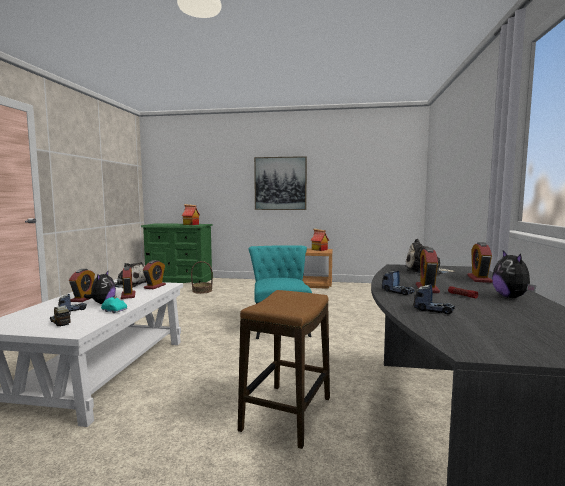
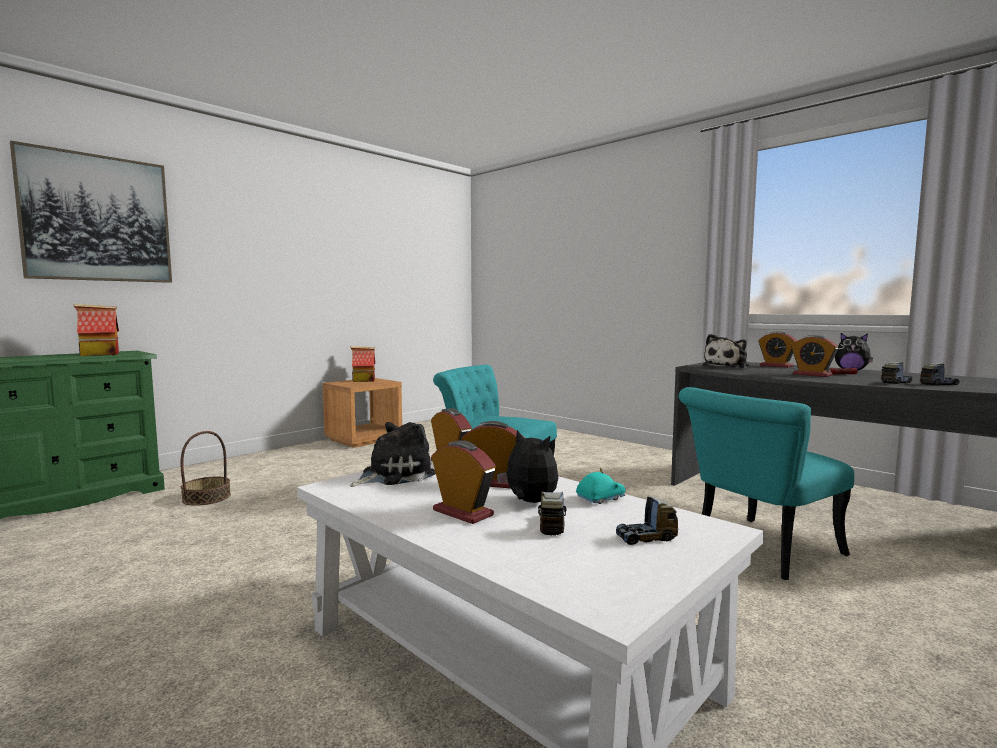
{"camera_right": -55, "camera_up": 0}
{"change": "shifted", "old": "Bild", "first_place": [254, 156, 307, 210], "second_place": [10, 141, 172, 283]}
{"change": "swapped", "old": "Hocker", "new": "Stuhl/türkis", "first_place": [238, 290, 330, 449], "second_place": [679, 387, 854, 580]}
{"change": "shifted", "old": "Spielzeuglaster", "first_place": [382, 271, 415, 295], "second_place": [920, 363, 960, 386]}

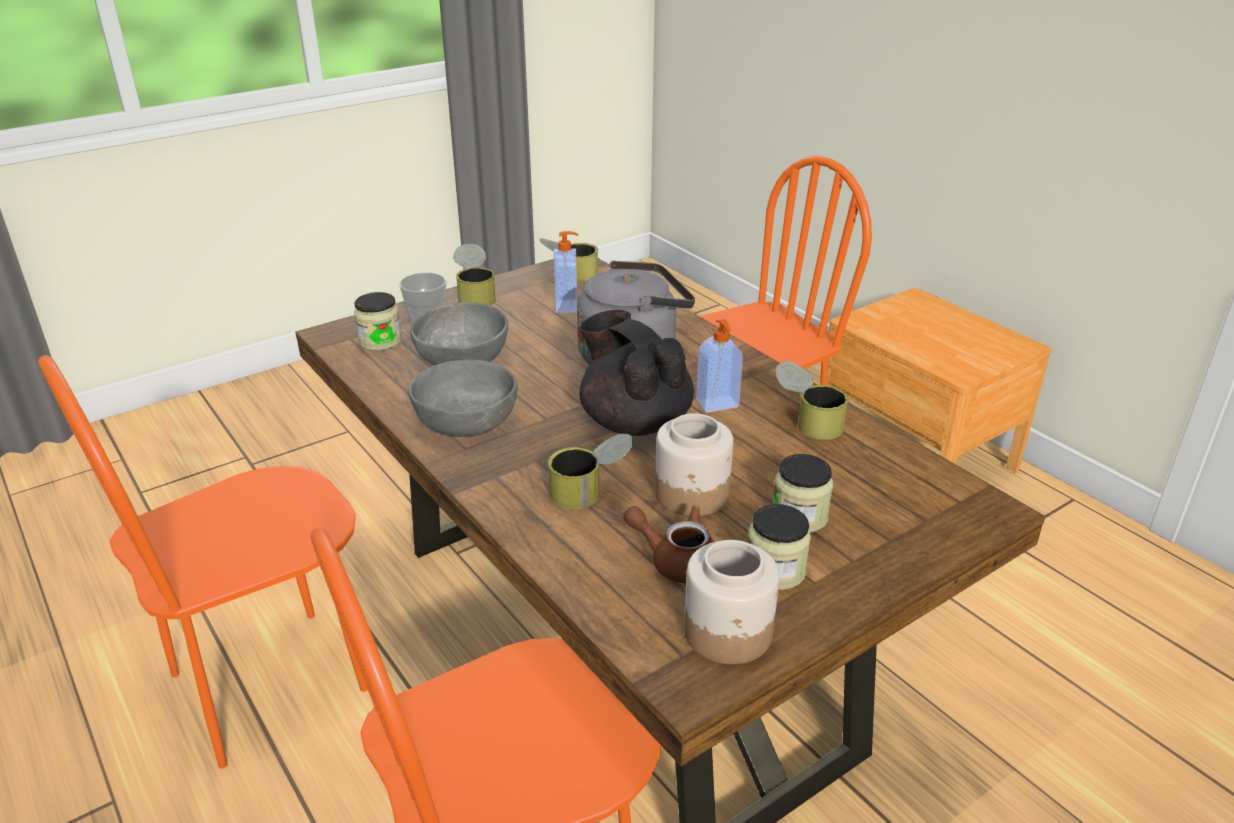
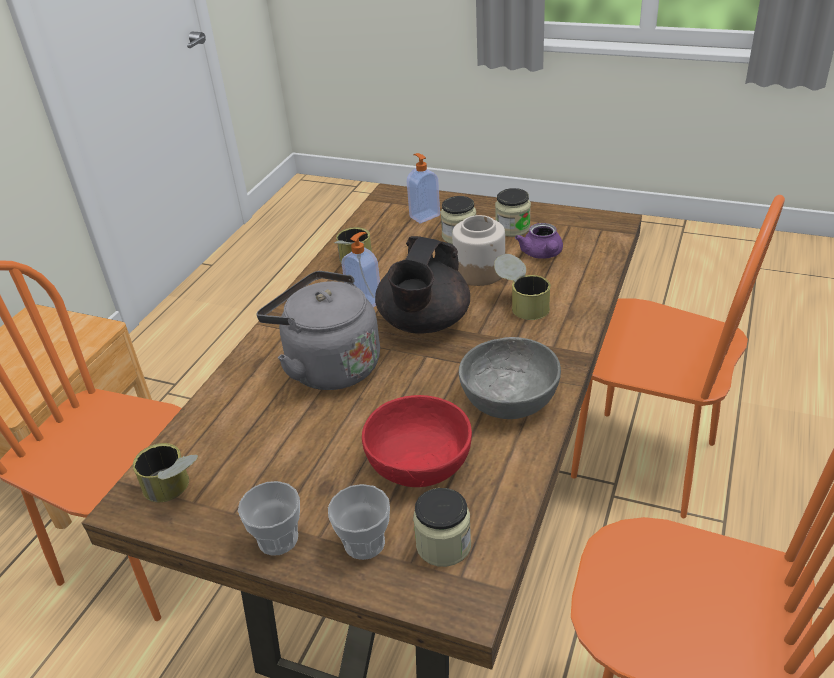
{"camera_right": -120, "camera_up": 5}
{"change": "swapped", "old": "Dose", "new": "Tasse", "first_place": [453, 244, 496, 306], "second_place": [238, 481, 300, 555]}
{"change": "repainted", "old": "Schüssel/grau", "new": "Schüssel/rot", "first_place": [410, 302, 508, 366], "second_place": [362, 395, 472, 487]}
{"change": "shifted", "old": "Seifenspender", "first_place": [554, 231, 578, 313], "second_place": [407, 153, 440, 224]}
{"change": "repainted", "old": "Teekanne/braun", "new": "Teekanne/lila", "first_place": [623, 506, 714, 583], "second_place": [515, 223, 563, 259]}
{"change": "gone", "old": "Vorratsglas", "first_place": [684, 540, 779, 664]}

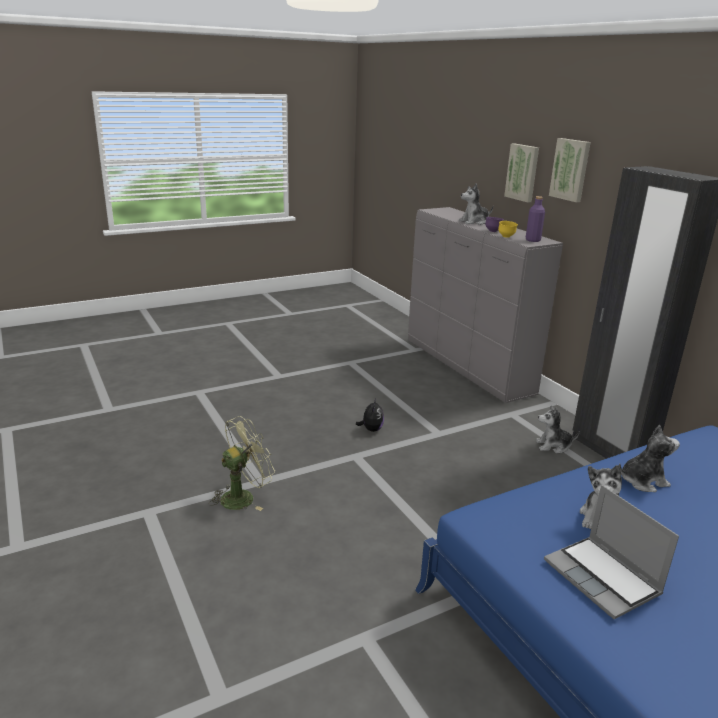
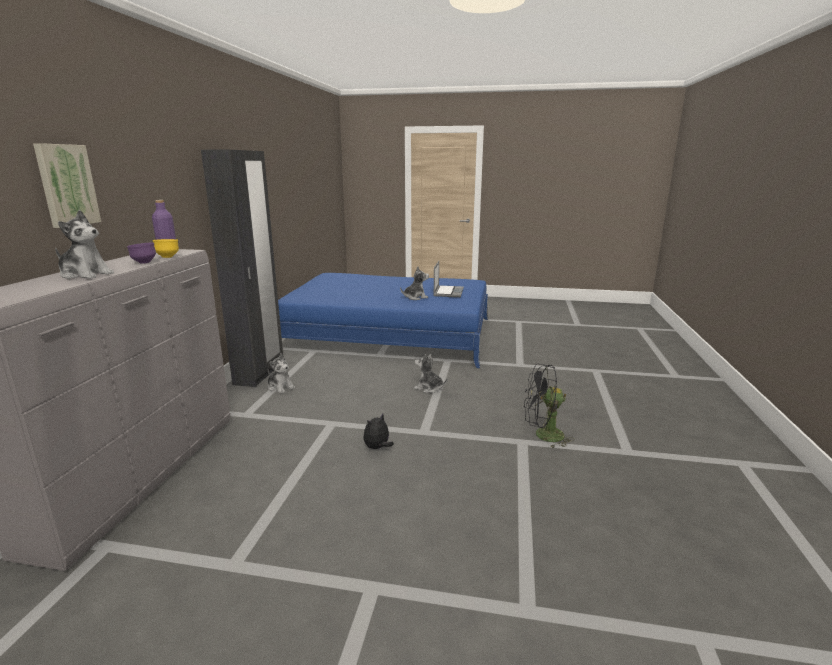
{"camera_right": -140, "camera_up": -5}
{"change": "shifted", "old": "Plüschtier", "first_place": [619, 425, 680, 492], "second_place": [414, 354, 448, 393]}
{"change": "repainted", "old": "Ventilator/grün", "new": "Ventilator/schwarz", "first_place": [209, 416, 275, 511], "second_place": [524, 364, 575, 448]}
{"change": "gone", "old": "Bild", "first_place": [549, 138, 591, 202]}

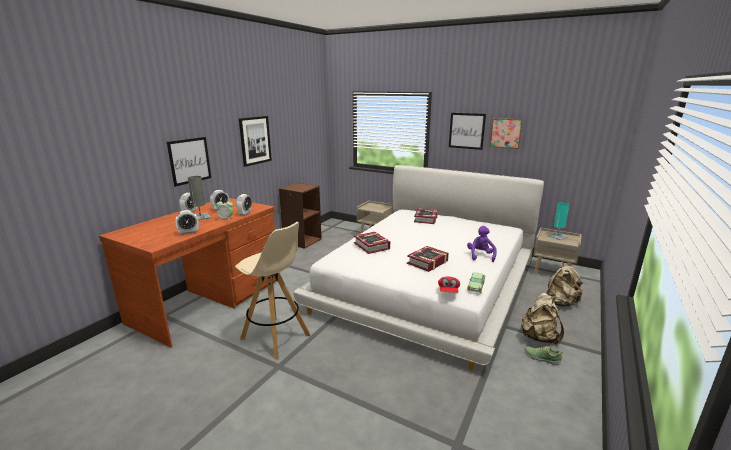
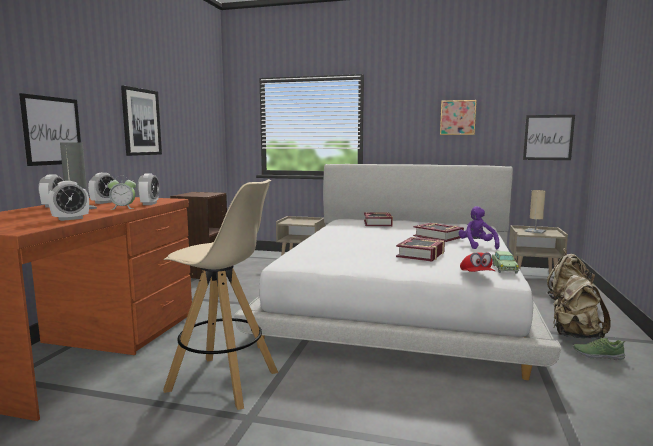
{"camera_right": -15, "camera_up": -10}
{"change": "shifted", "old": "Buch", "first_place": [354, 232, 390, 254], "second_place": [413, 223, 464, 242]}
{"change": "shifted", "old": "Bild", "first_place": [449, 113, 486, 150], "second_place": [523, 115, 575, 160]}
{"change": "repainted", "old": "Tischlampe/türkis", "new": "Tischlampe/beige", "first_place": [548, 203, 570, 240], "second_place": [524, 190, 546, 234]}

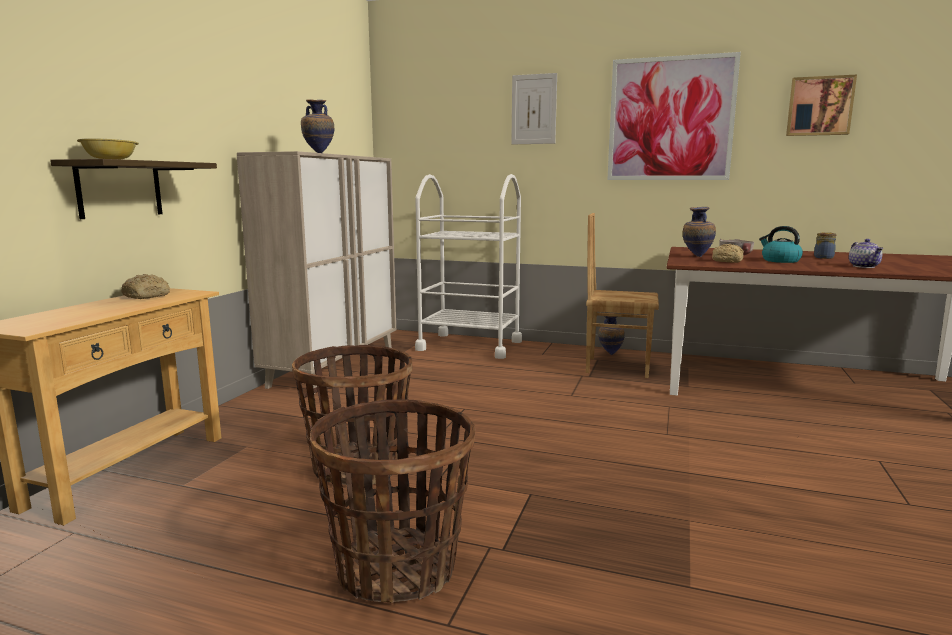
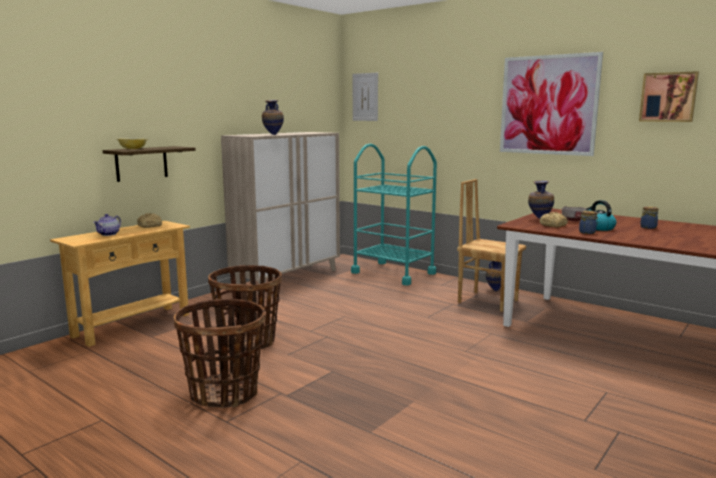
{"camera_right": 20, "camera_up": 0}
{"change": "shifted", "old": "Teekanne", "first_place": [849, 239, 883, 268], "second_place": [93, 214, 121, 236]}
{"change": "repainted", "old": "Rollwagen/weiß", "new": "Rollwagen/türkis", "first_place": [415, 174, 522, 359], "second_place": [351, 144, 437, 285]}
{"change": "shifted", "old": "Bild", "first_place": [511, 73, 557, 144], "second_place": [353, 73, 378, 121]}
{"change": "new", "new": "Vorratsglas", "second_place": [579, 211, 598, 234]}

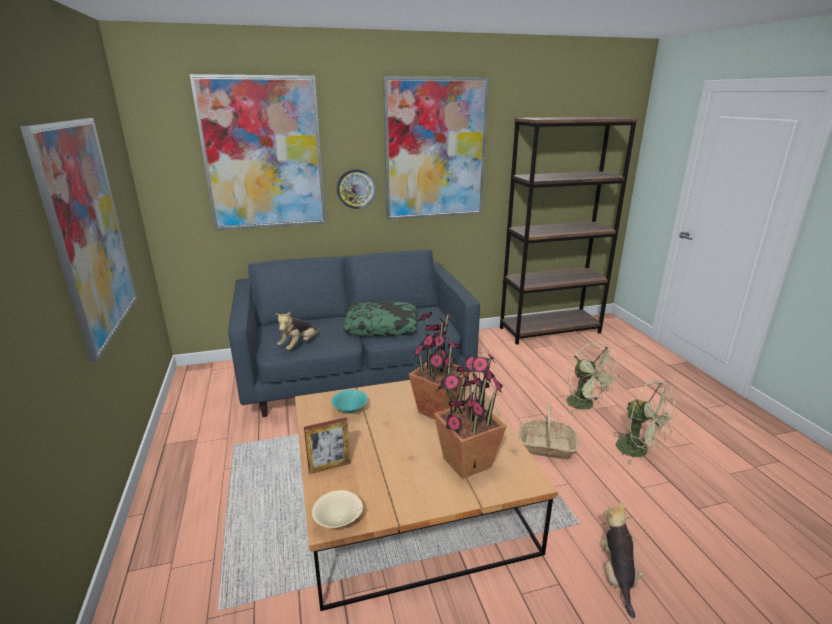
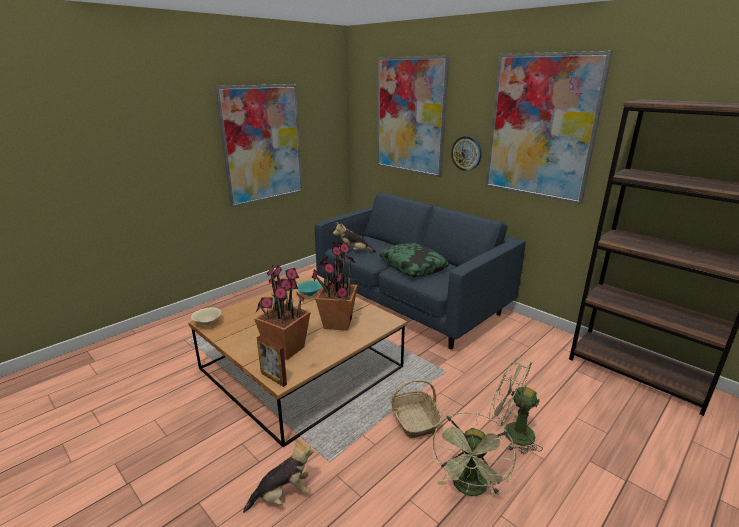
{"camera_right": 60, "camera_up": 0}
{"change": "shifted", "old": "Bilderrahmen", "first_place": [304, 418, 351, 474], "second_place": [257, 335, 287, 387]}
{"change": "rotated", "old": "Ventilator/grün", "first_place": [567, 343, 621, 414], "second_place": [489, 357, 543, 455], "degrees": 90}

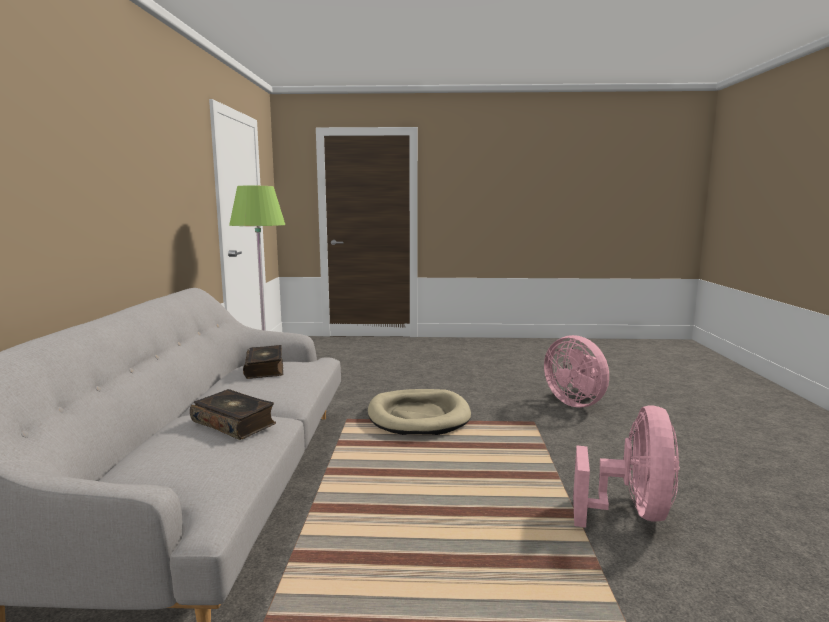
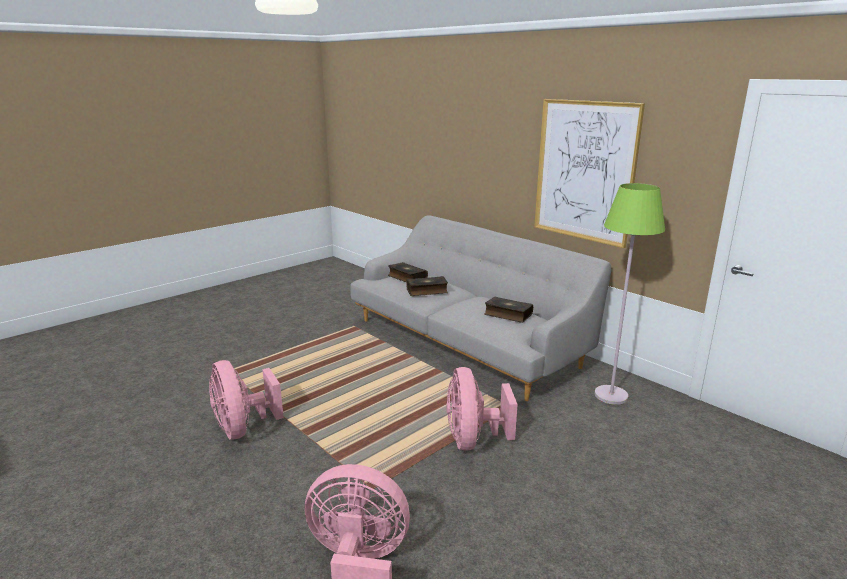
{"camera_right": 135, "camera_up": 10}
{"change": "new", "new": "Buch", "second_place": [388, 262, 428, 282]}
{"change": "swapped", "old": "Hundebett/beige", "new": "Ventilator/rosa", "first_place": [368, 389, 471, 435], "second_place": [446, 367, 518, 451]}
{"change": "new", "new": "Bild", "second_place": [534, 99, 645, 248]}

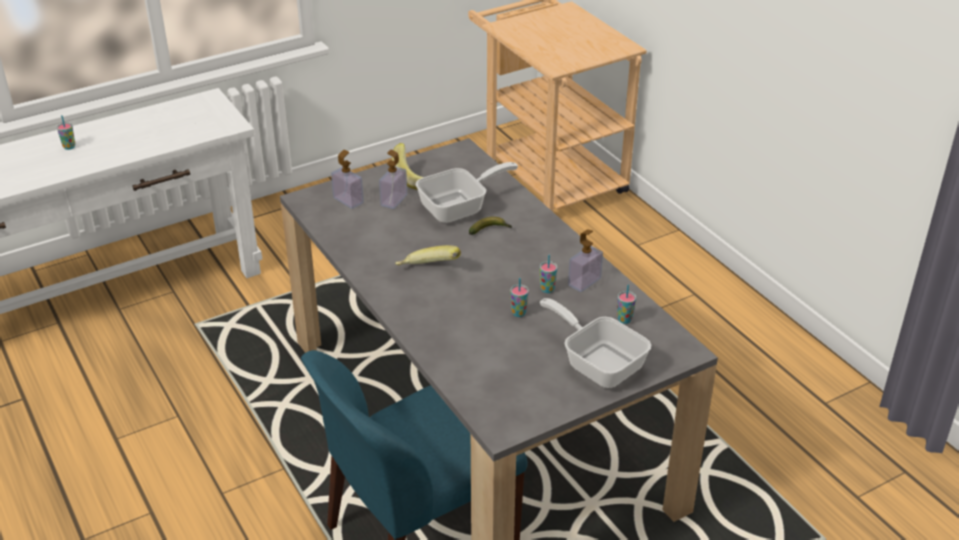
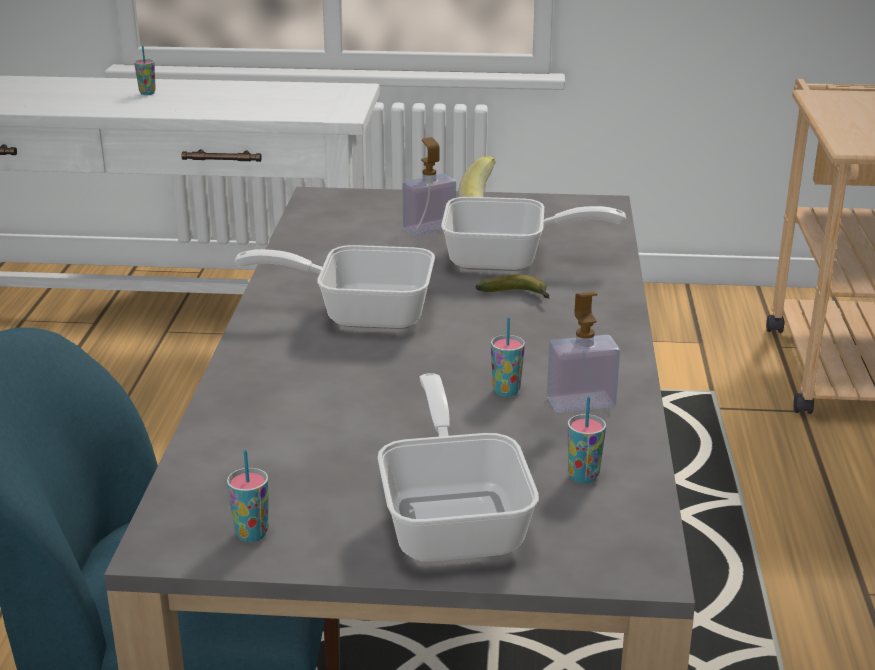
{"camera_right": 35, "camera_up": -10}
{"change": "shifted", "old": "Tasse", "first_place": [510, 278, 529, 317], "second_place": [227, 450, 269, 542]}
{"change": "swapped", "old": "Banane", "new": "Pfanne", "first_place": [396, 245, 461, 265], "second_place": [235, 245, 435, 329]}
{"change": "gone", "old": "Seifenspender", "first_place": [331, 150, 364, 209]}

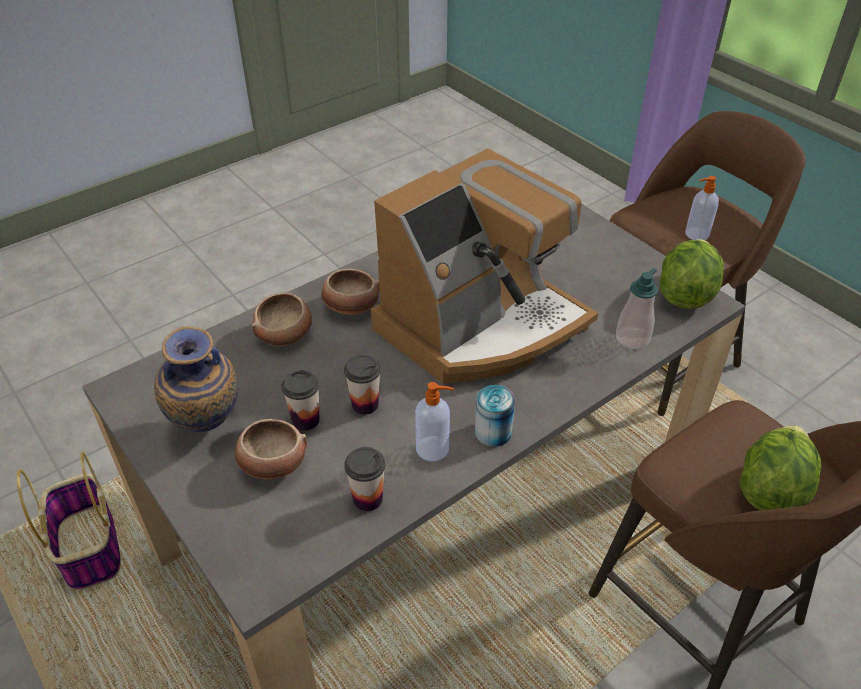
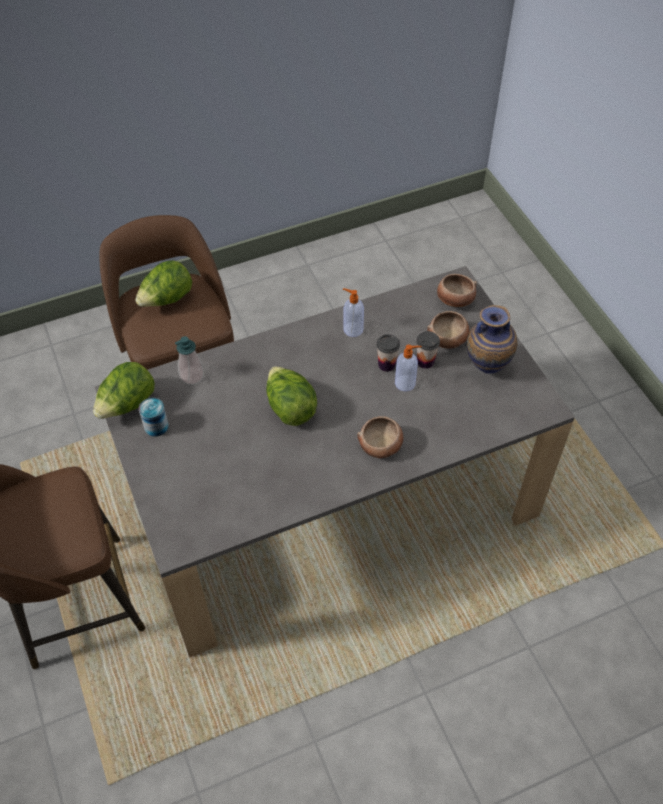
{"camera_right": -165, "camera_up": 10}
{"change": "shifted", "old": "Dose", "first_place": [475, 385, 515, 447], "second_place": [139, 397, 169, 437]}
{"change": "swapped", "old": "Kaffeemaschine", "new": "Salatkopf", "first_place": [371, 149, 598, 384], "second_place": [266, 366, 317, 426]}
{"change": "shifted", "old": "Seifenspender", "first_place": [685, 176, 719, 240], "second_place": [395, 344, 422, 391]}
{"change": "shifted", "old": "Schüssel", "first_place": [252, 293, 312, 346], "second_place": [437, 274, 477, 307]}
{"change": "gone", "old": "Korb", "first_place": [16, 452, 121, 590]}
{"change": "gone", "old": "Tasse", "first_place": [344, 447, 386, 511]}

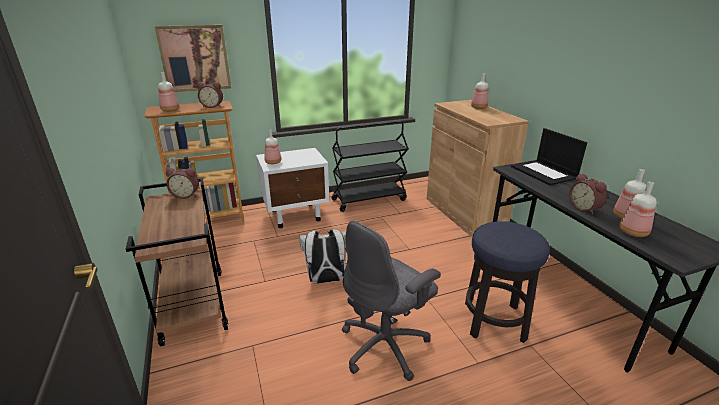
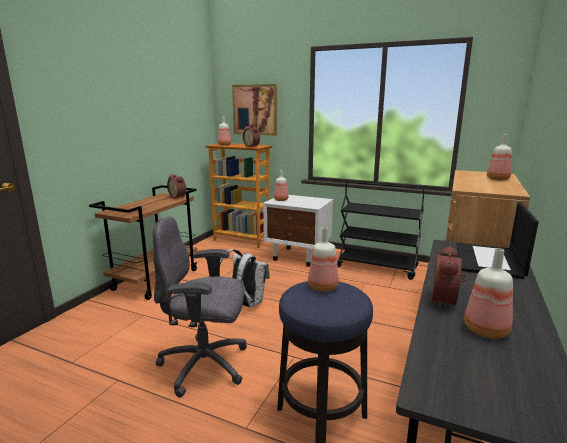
{"camera_right": 45, "camera_up": -10}
{"change": "shifted", "old": "Flasche", "first_place": [619, 182, 657, 237], "second_place": [308, 227, 339, 292]}

